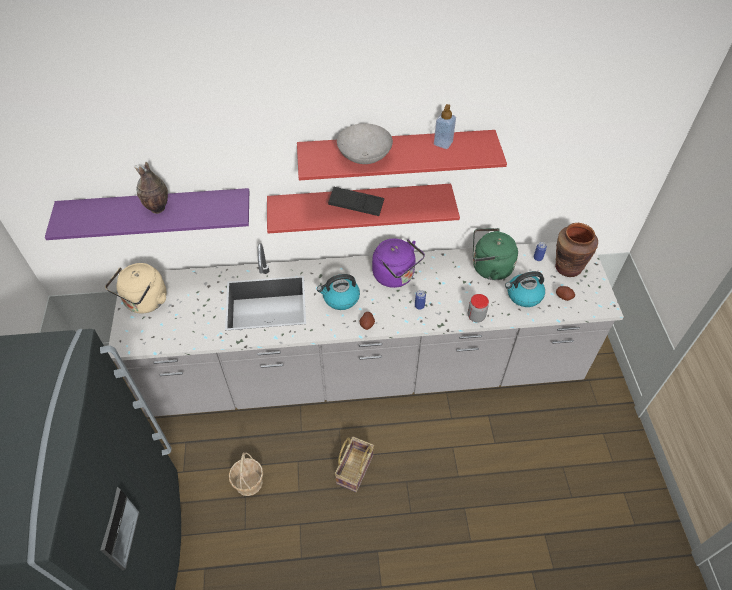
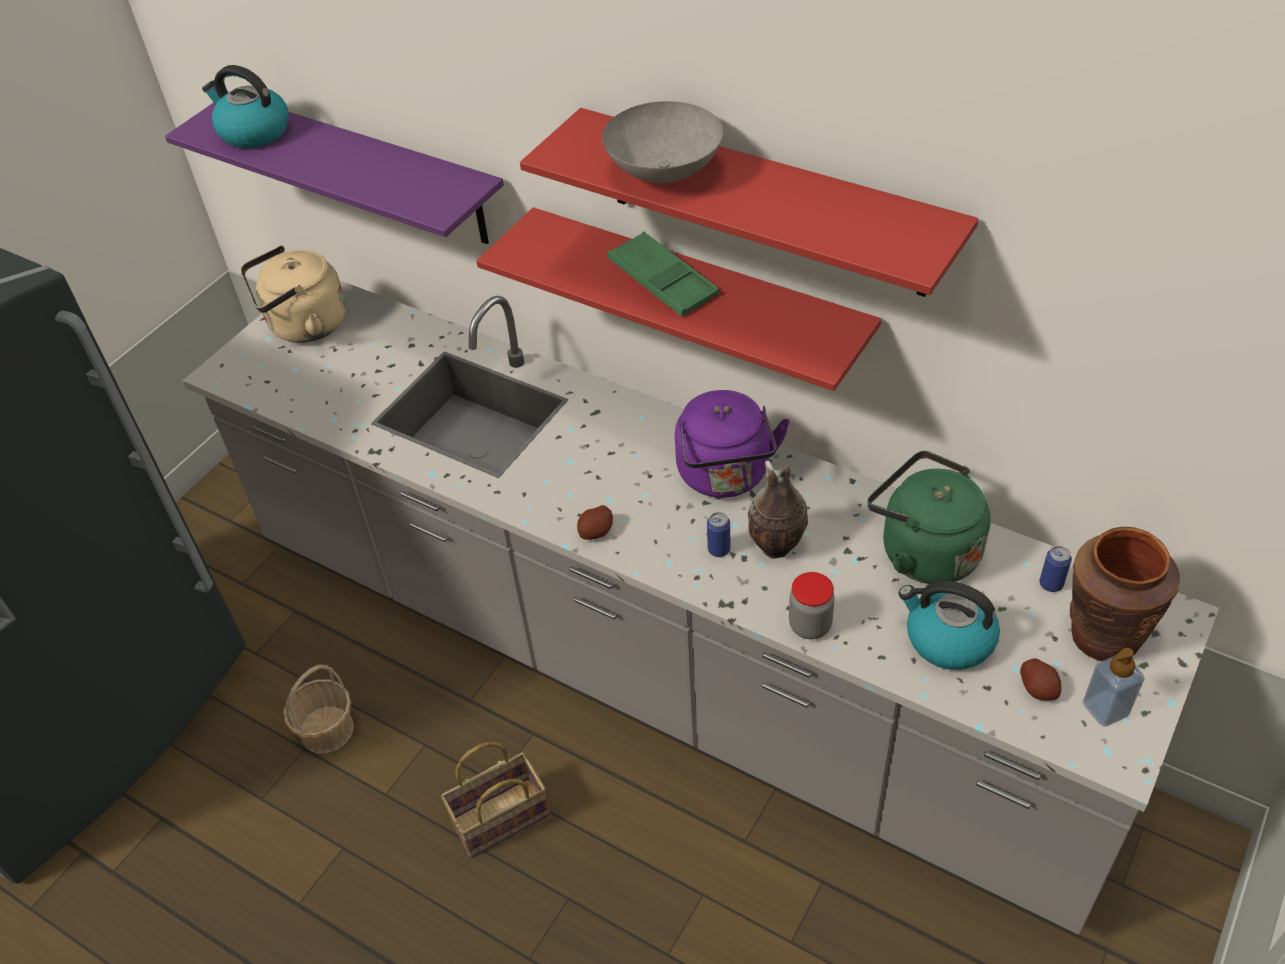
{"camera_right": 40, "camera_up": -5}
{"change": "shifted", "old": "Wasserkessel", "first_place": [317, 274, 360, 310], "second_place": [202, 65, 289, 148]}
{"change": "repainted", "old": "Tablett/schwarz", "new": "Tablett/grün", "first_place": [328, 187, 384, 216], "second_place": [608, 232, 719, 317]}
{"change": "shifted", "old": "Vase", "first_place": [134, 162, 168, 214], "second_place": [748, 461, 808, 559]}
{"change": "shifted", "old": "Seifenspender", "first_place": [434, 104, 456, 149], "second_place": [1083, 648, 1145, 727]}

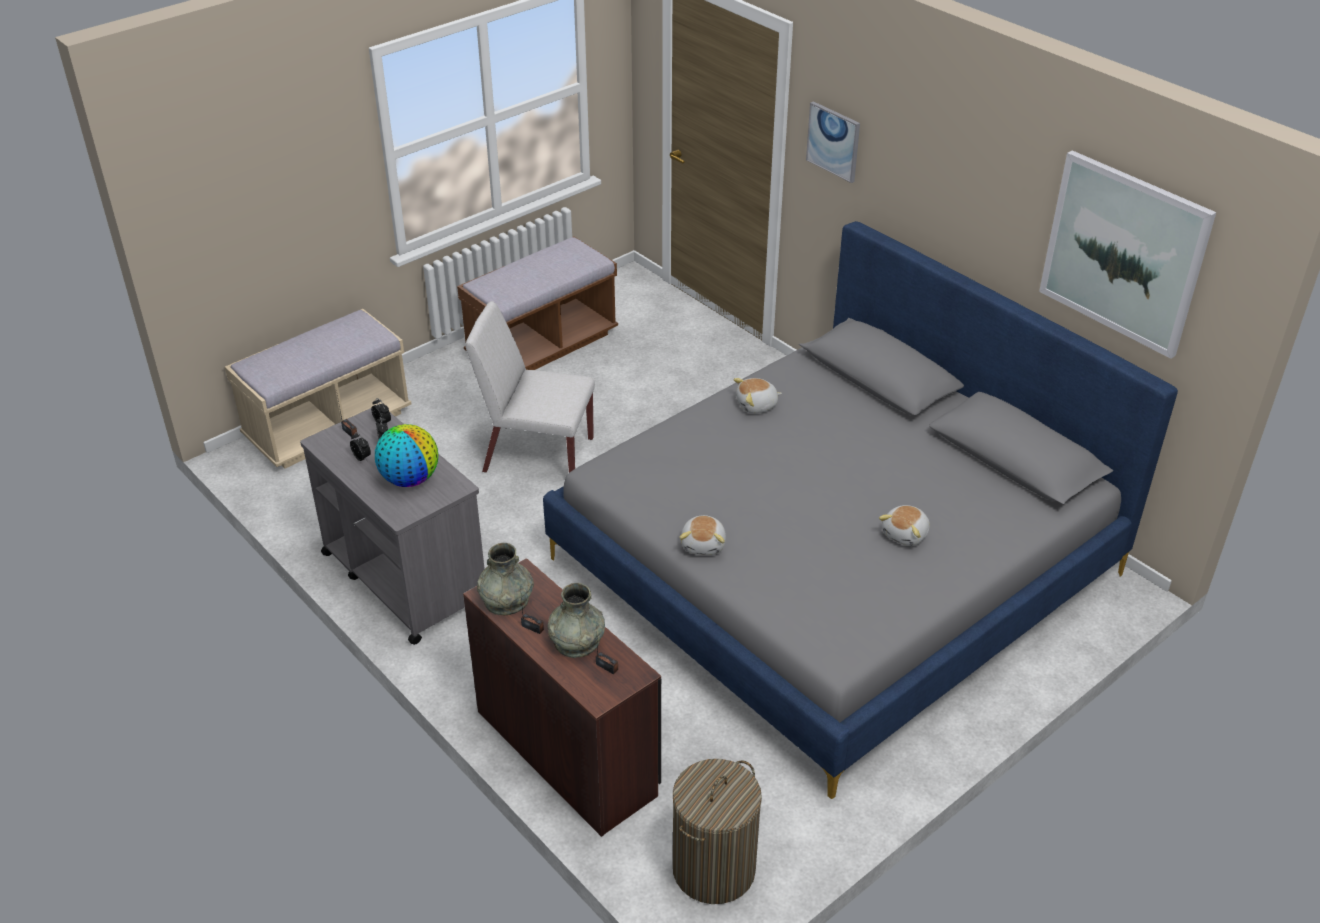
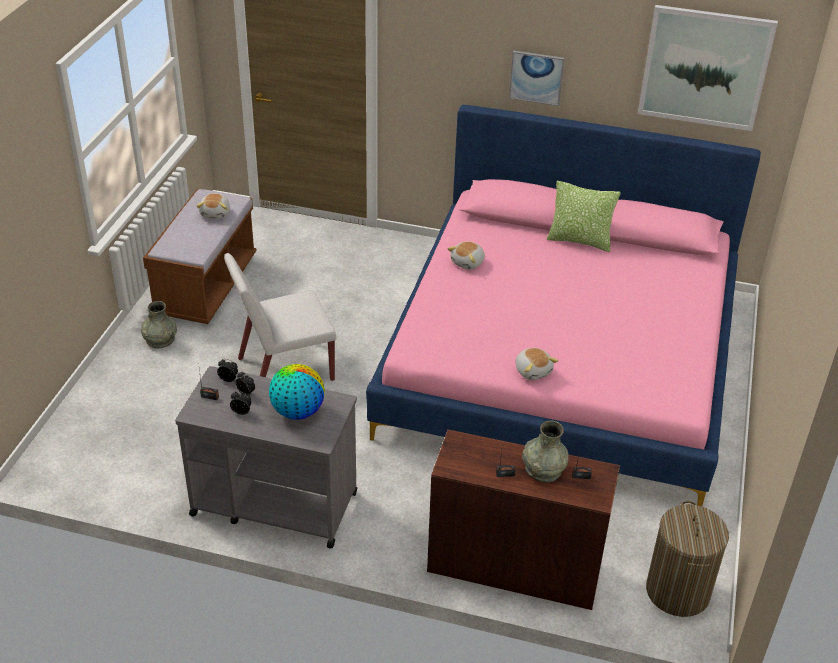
{"camera_right": -35, "camera_up": 0}
{"change": "shifted", "old": "Vase/grau", "first_place": [477, 543, 534, 615], "second_place": [141, 301, 177, 348]}
{"change": "shifted", "old": "Plüschtier", "first_place": [879, 505, 930, 546], "second_place": [197, 194, 230, 219]}
{"change": "repainted", "old": "Bett/grau", "new": "Bett/rosa", "first_place": [543, 221, 1178, 799], "second_place": [366, 105, 761, 507]}
{"change": "shifted", "old": "Bild", "first_place": [806, 101, 860, 183], "second_place": [509, 51, 565, 106]}
{"change": "new", "new": "Kissen", "second_place": [547, 181, 621, 252]}
{"change": "gone", "old": "Bank/beige", "first_place": [225, 309, 412, 469]}

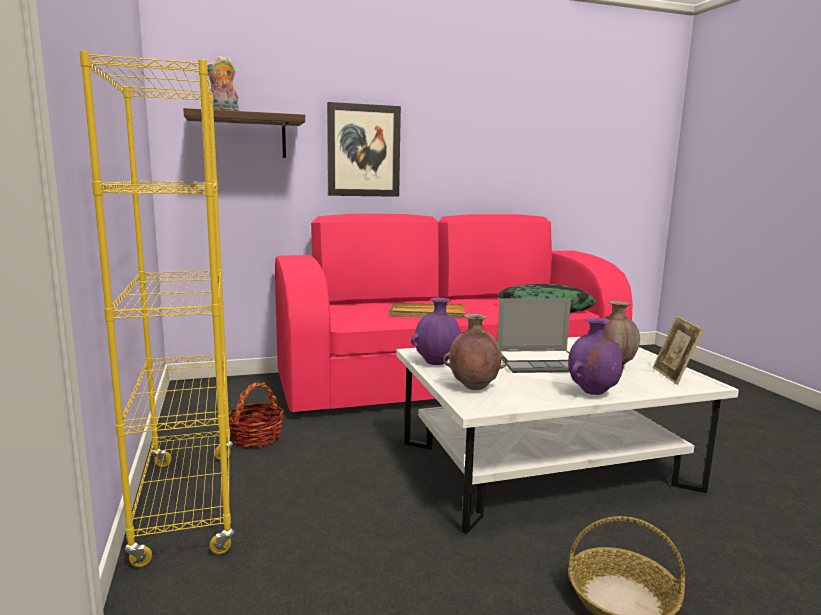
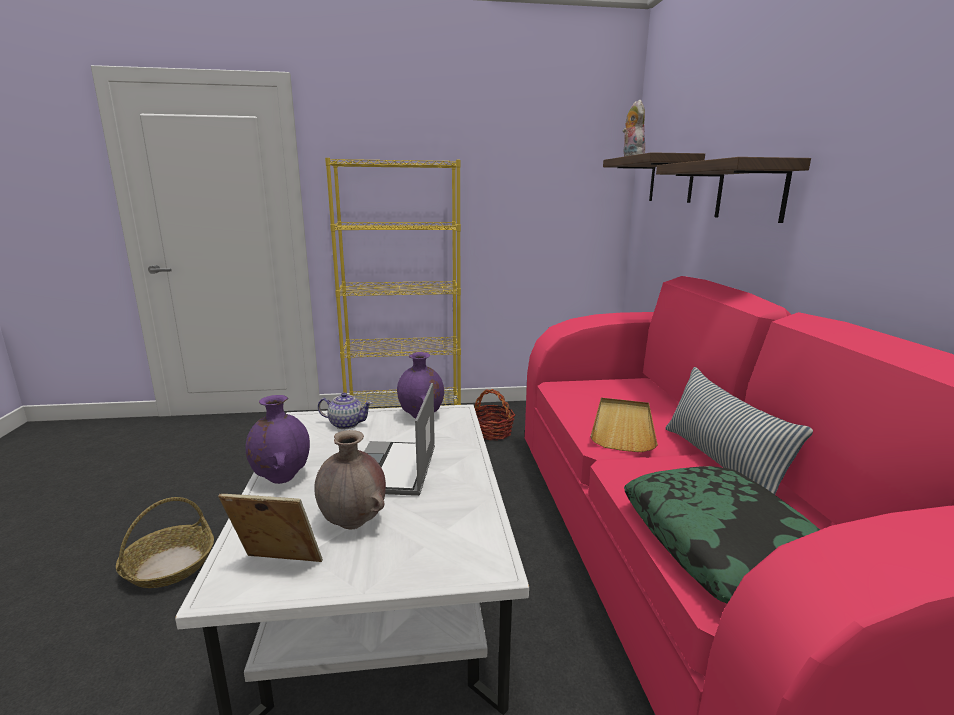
{"camera_right": 100, "camera_up": 5}
{"change": "swapped", "old": "Vase/braun", "new": "Teekanne", "first_place": [443, 313, 508, 390], "second_place": [318, 393, 373, 429]}
{"change": "swapped", "old": "Bild", "new": "Wandregal", "first_place": [327, 102, 401, 197], "second_place": [656, 157, 811, 223]}
{"change": "new", "new": "Kissen", "second_place": [665, 367, 813, 495]}

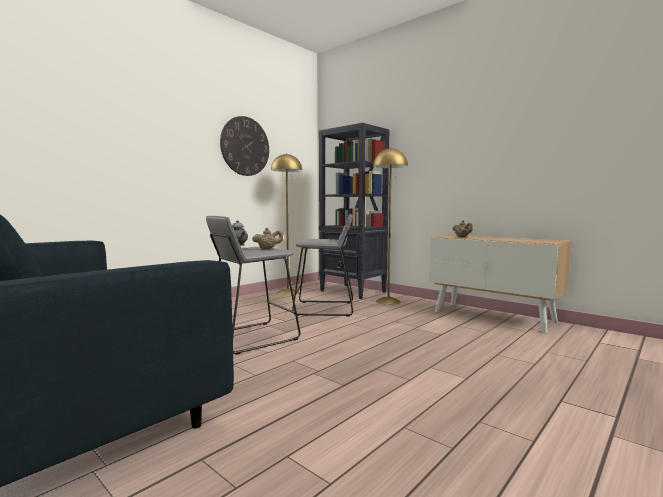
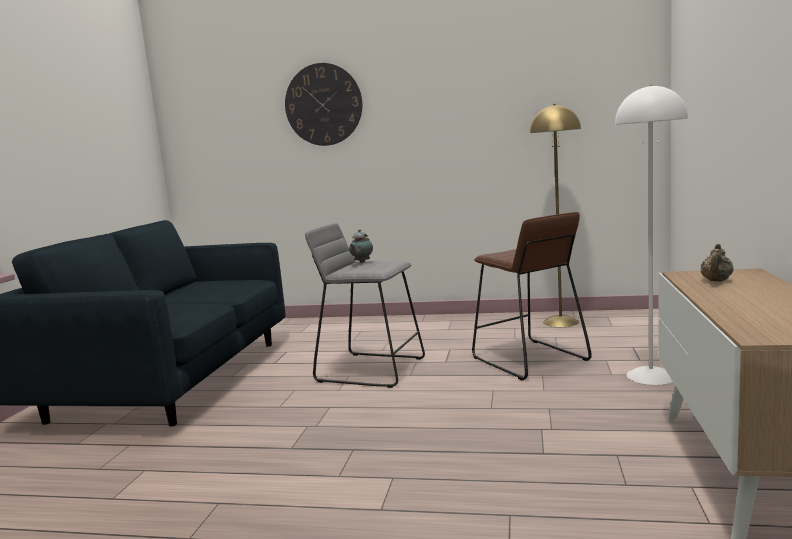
{"camera_right": 60, "camera_up": 5}
{"change": "shifted", "old": "Wanduhr", "first_place": [220, 116, 269, 176], "second_place": [285, 63, 362, 146]}
{"change": "repainted", "old": "Hocker/grau", "new": "Hocker/braun", "first_place": [292, 214, 353, 317], "second_place": [472, 212, 592, 380]}
{"change": "repainted", "old": "Stehlampe/gelb", "new": "Stehlampe/weiß", "first_place": [373, 148, 408, 305], "second_place": [615, 84, 688, 385]}
{"change": "gone", "old": "Teekanne/beige", "first_place": [252, 228, 283, 249]}
{"change": "gone", "old": "Bücherregal/schwarz", "first_place": [318, 123, 390, 299]}

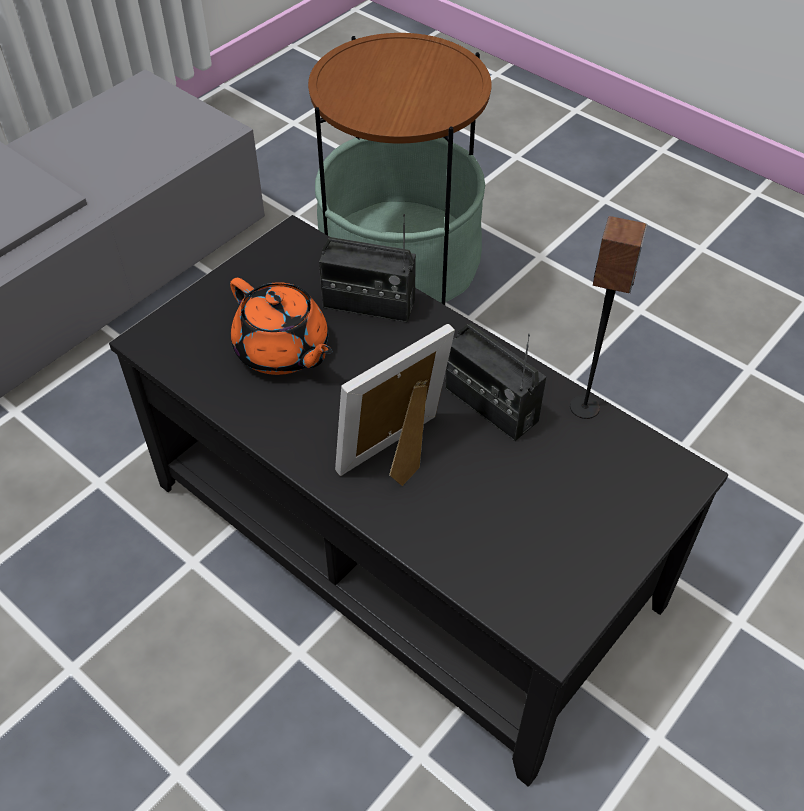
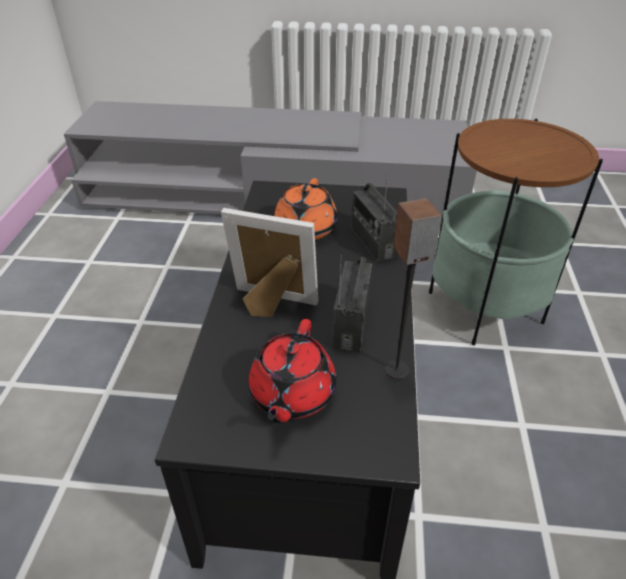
{"camera_right": 55, "camera_up": -10}
{"change": "new", "new": "Teekanne/rot", "second_place": [248, 319, 336, 423]}

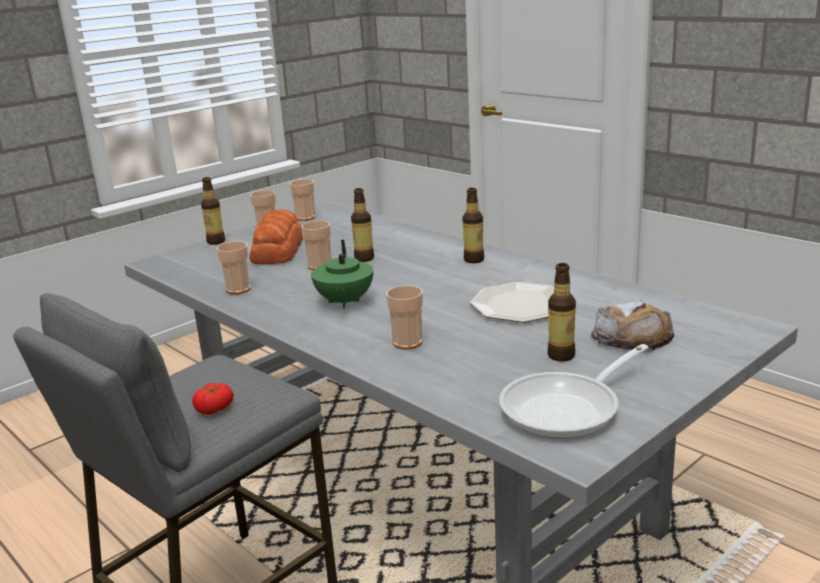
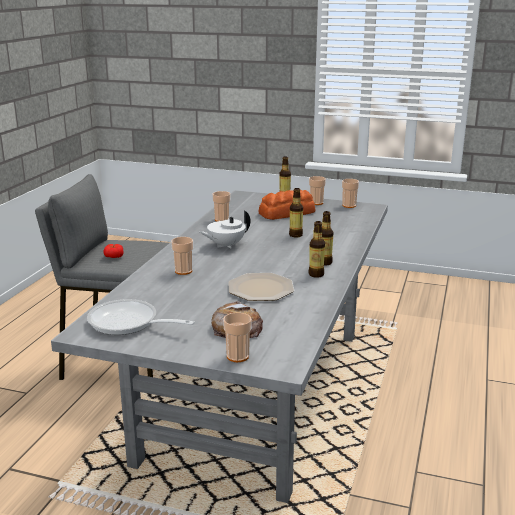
{"camera_right": 60, "camera_up": 0}
{"change": "repainted", "old": "Teekanne/grün", "new": "Teekanne/weiß", "first_place": [311, 240, 373, 308], "second_place": [199, 211, 250, 249]}
{"change": "shifted", "old": "Tasse", "first_place": [301, 221, 331, 270], "second_place": [223, 312, 252, 362]}
{"change": "shifted", "old": "Flasche", "first_place": [547, 263, 576, 362], "second_place": [308, 221, 325, 278]}

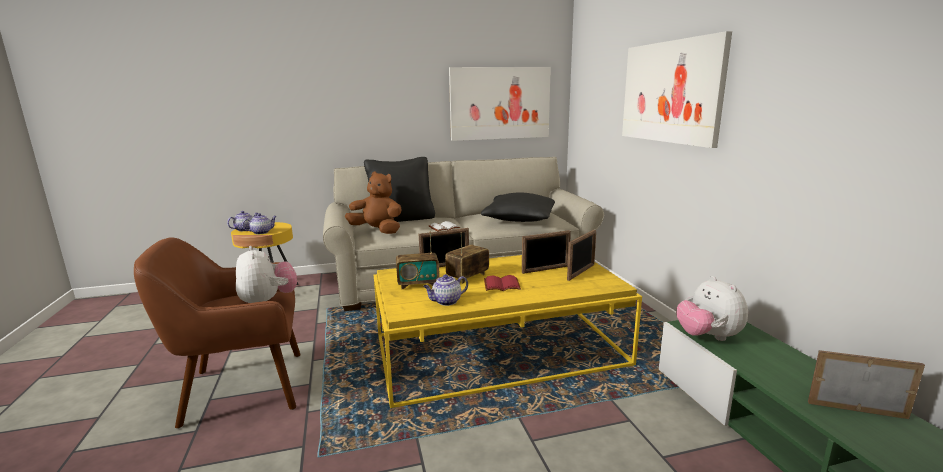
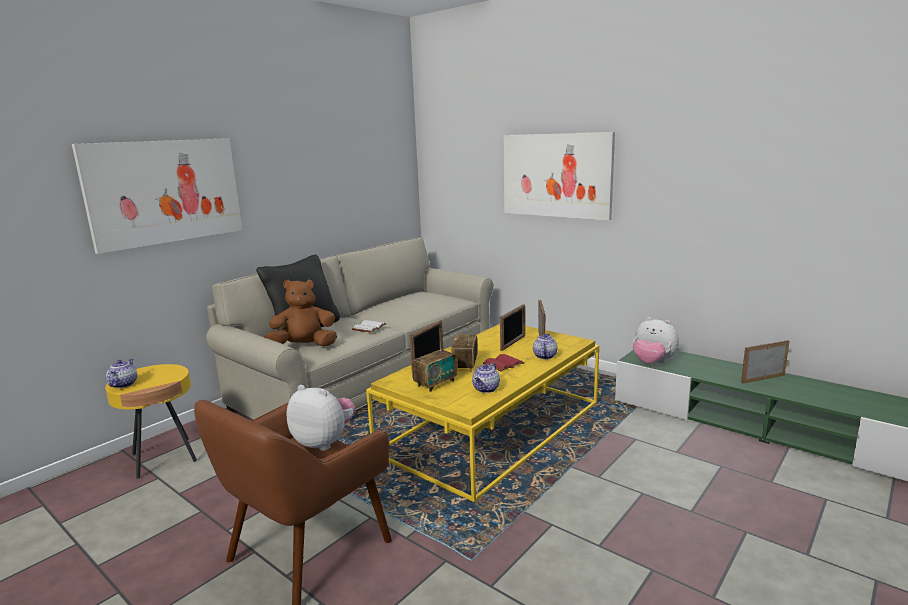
{"camera_right": -35, "camera_up": 0}
{"change": "shifted", "old": "Bild", "first_place": [449, 67, 551, 141], "second_place": [72, 138, 242, 254]}
{"change": "shifted", "old": "Teekanne", "first_place": [242, 213, 277, 234], "second_place": [533, 333, 558, 359]}
{"change": "gone", "old": "Kissen/schwarz", "first_place": [481, 193, 555, 222]}

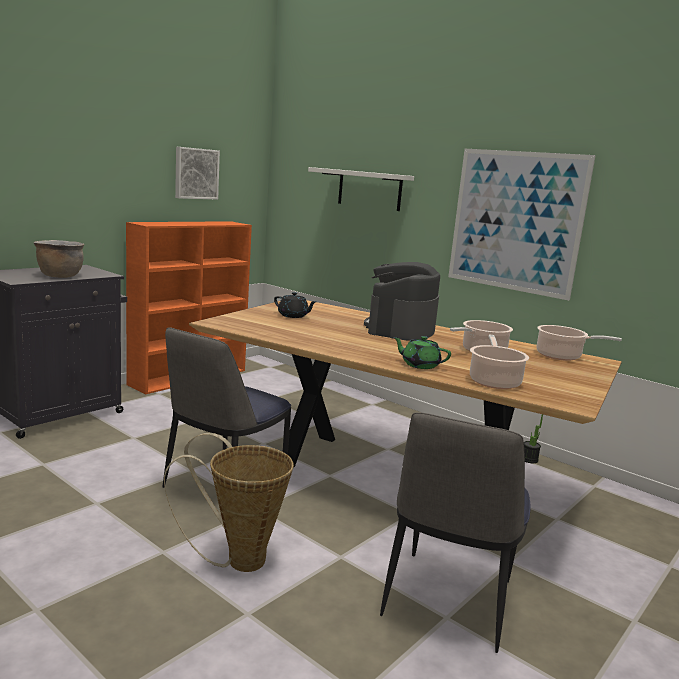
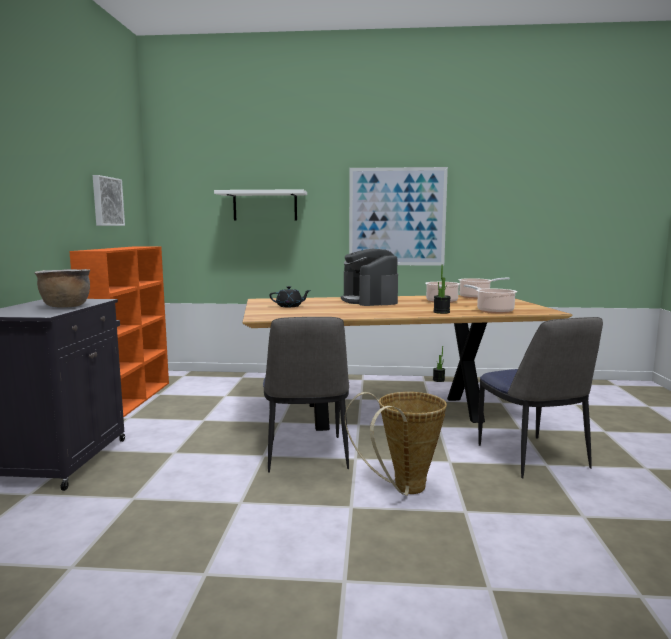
{"camera_right": -35, "camera_up": -5}
{"change": "swapped", "old": "Teekanne/grün", "new": "Topfpflanze", "first_place": [393, 336, 451, 369], "second_place": [433, 265, 451, 314]}

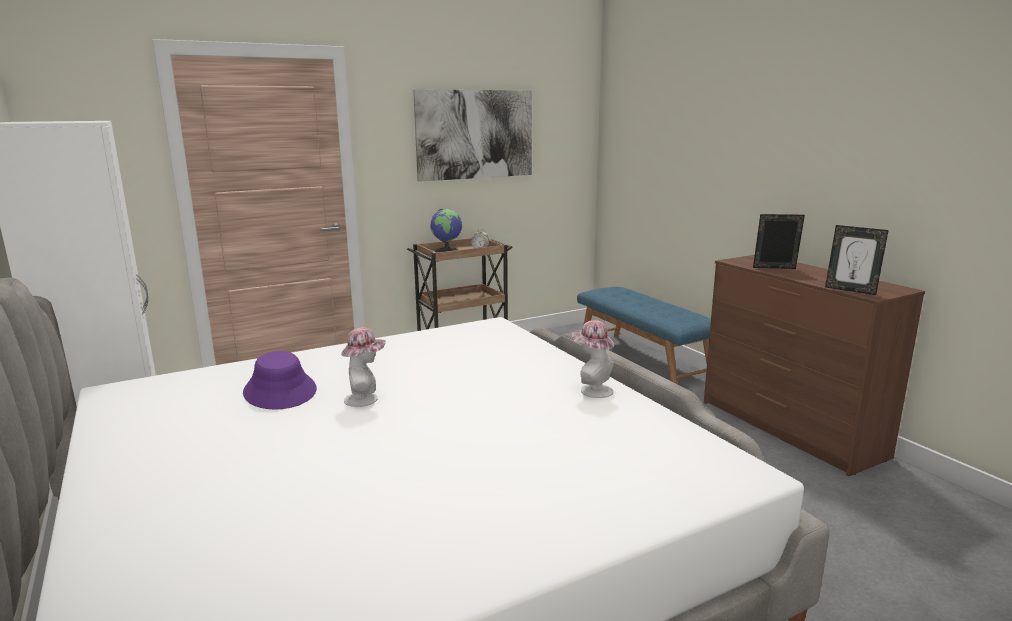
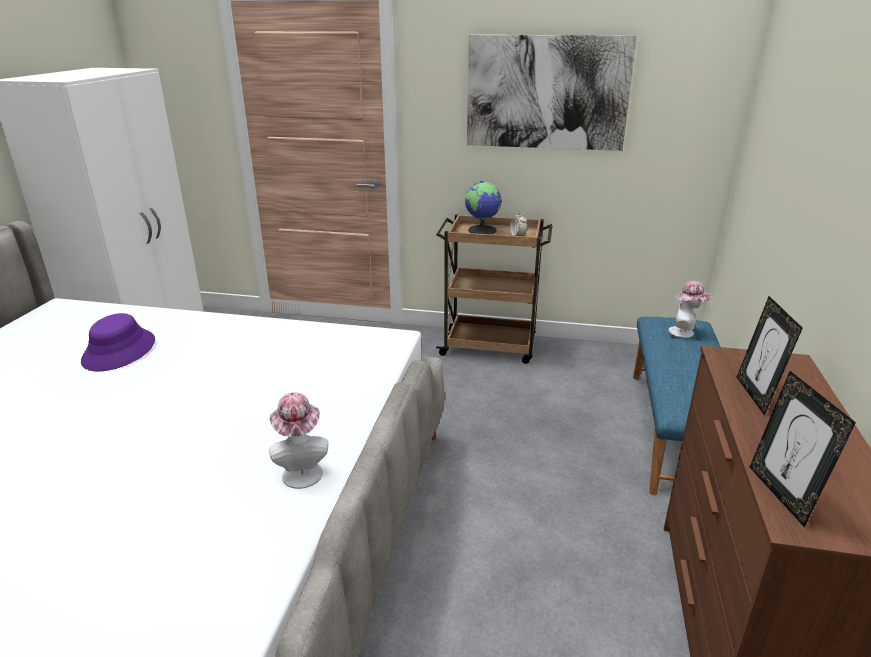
{"camera_right": 40, "camera_up": 10}
{"change": "shifted", "old": "Hut", "first_place": [341, 327, 386, 407], "second_place": [668, 281, 712, 338]}
{"change": "rotated", "old": "Bilderrahmen", "first_place": [753, 214, 805, 269], "second_place": [737, 296, 803, 416], "degrees": -135}

